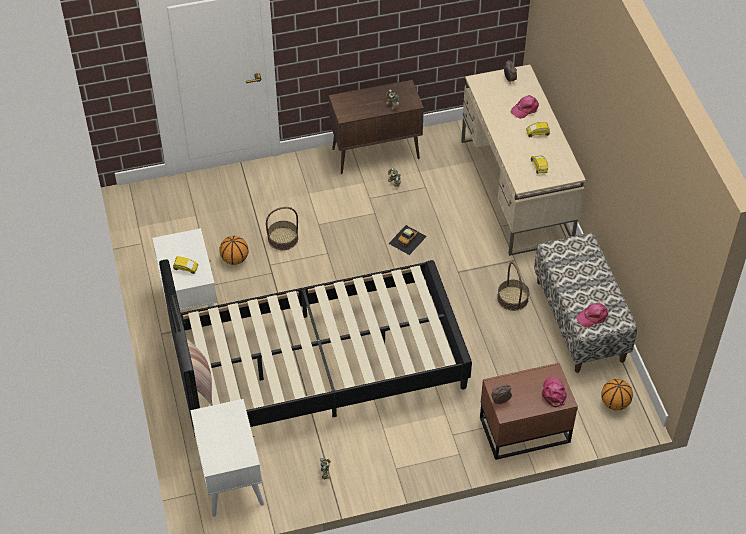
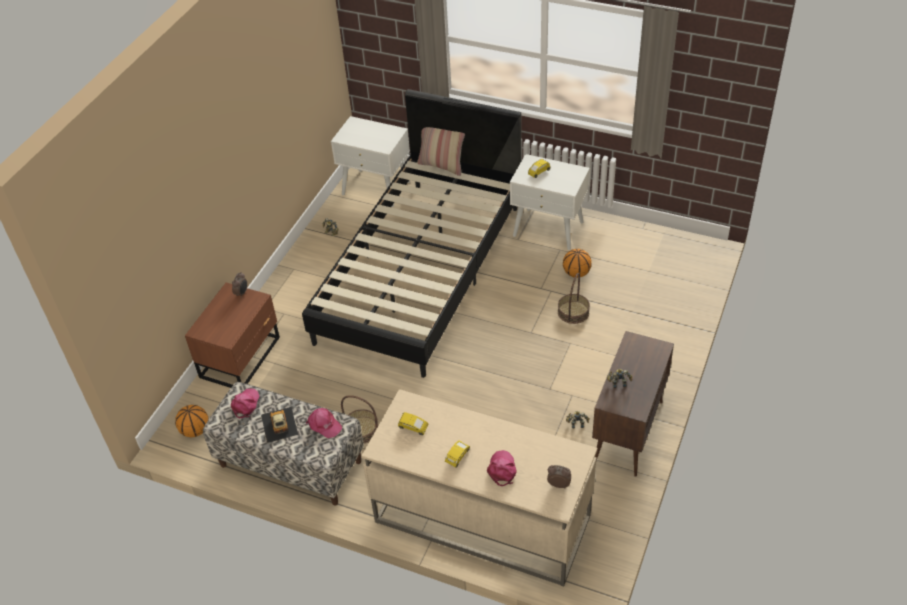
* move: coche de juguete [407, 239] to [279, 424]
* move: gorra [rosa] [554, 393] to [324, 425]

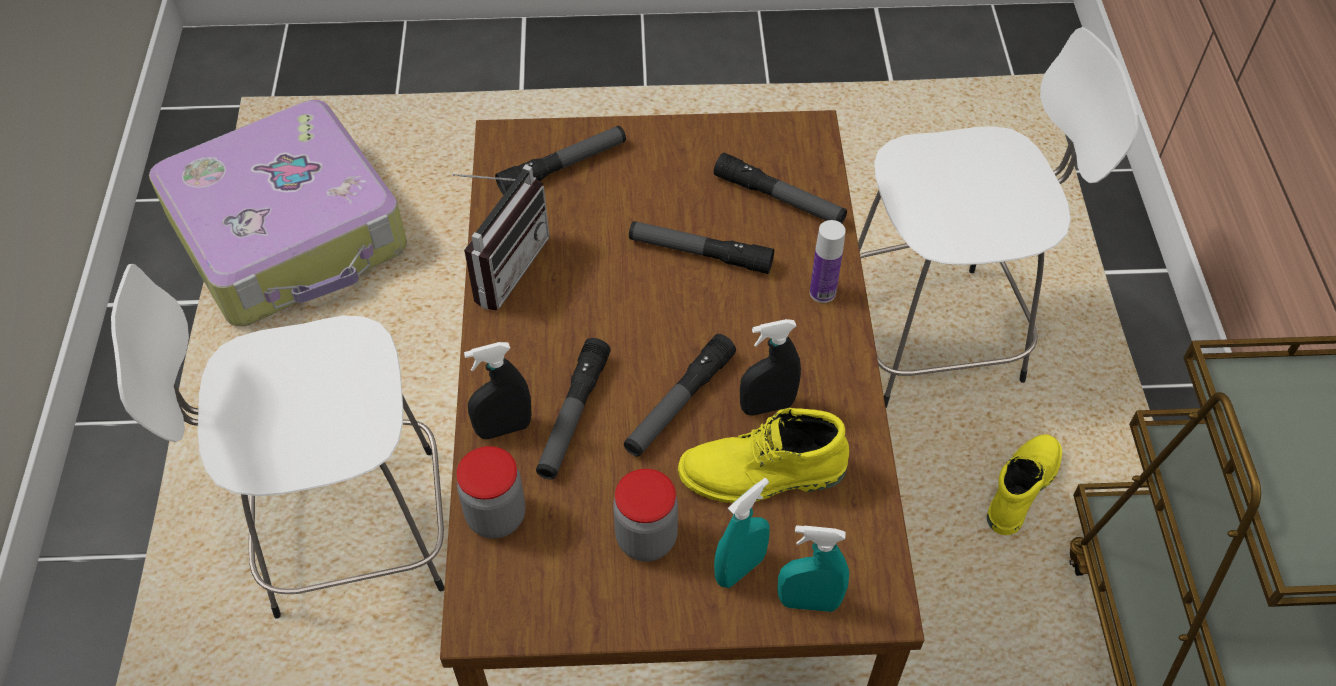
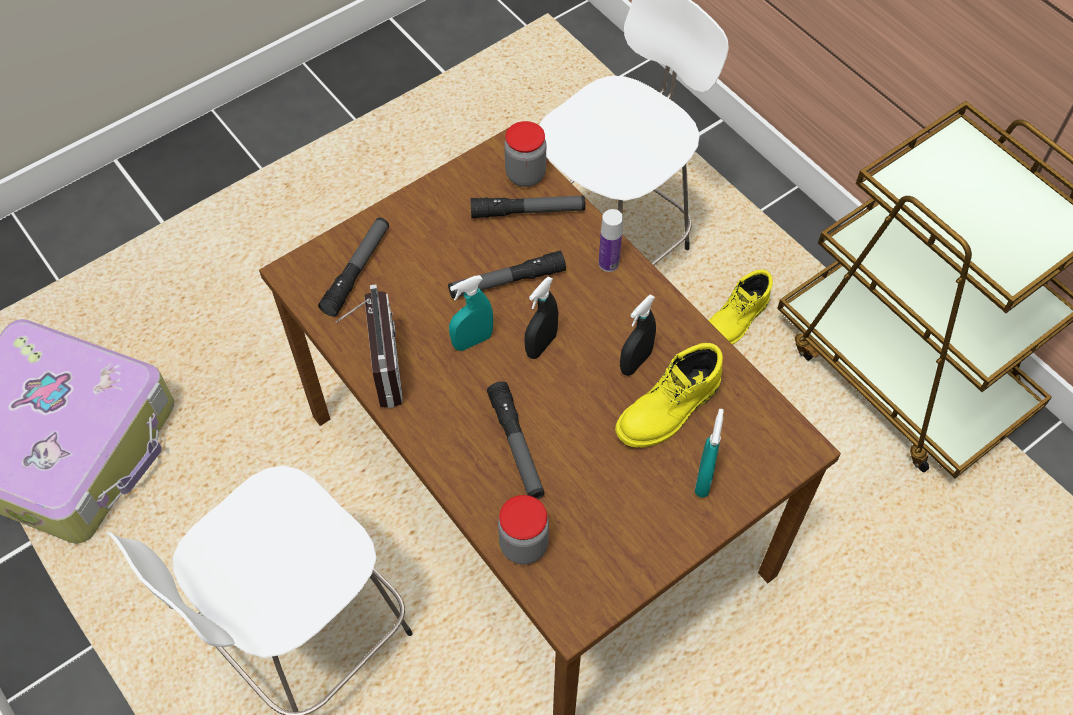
* move: pulverizador [negro] [504, 429] to [541, 345]
* move: tarro [646, 538] to [525, 175]
* delete: linterna [679, 403]
* move: pulverizador [turquesa] [808, 602] to [472, 341]
* rotate: bota [amarillo] [1020, 487] = [735, 322] 135 degrees counterclockwise

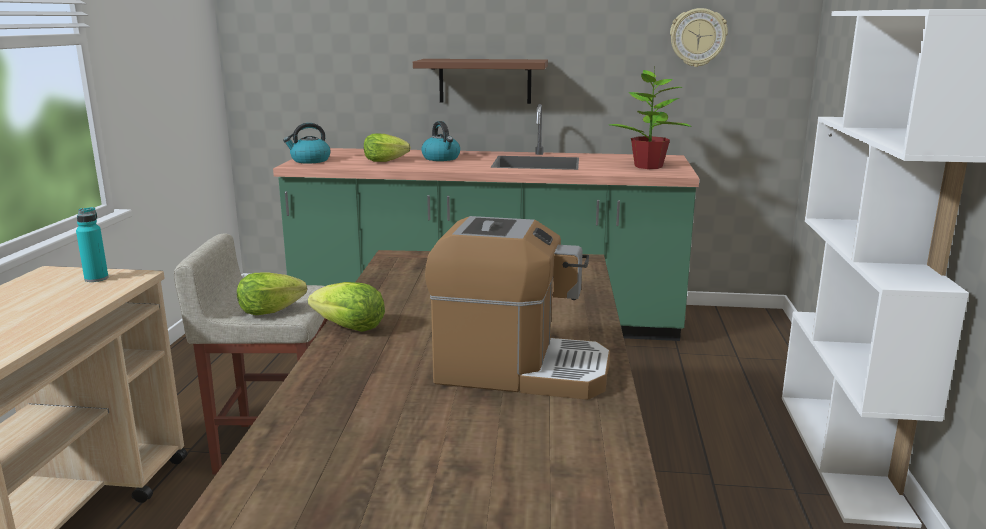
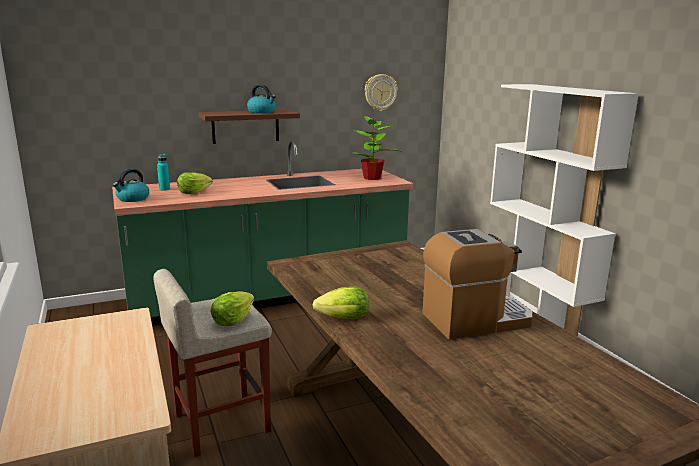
* move: botella [turquesa] [96, 278] to [164, 189]
* move: hervidor [441, 158] to [262, 112]

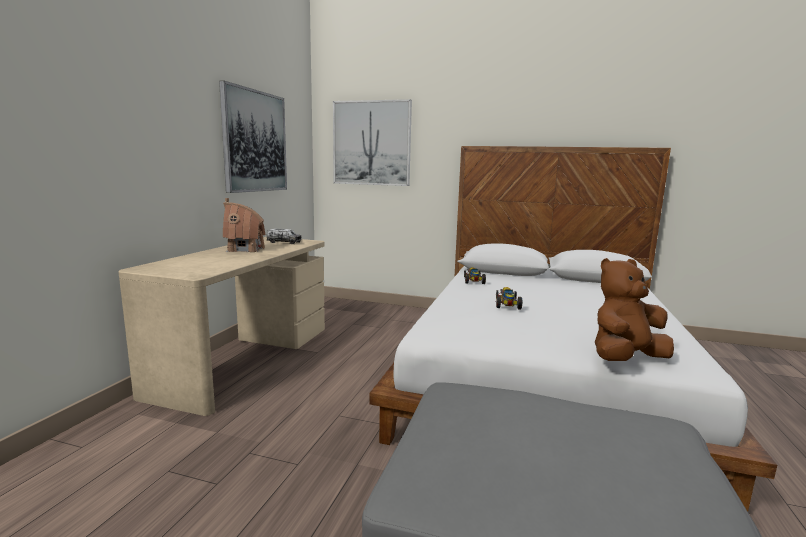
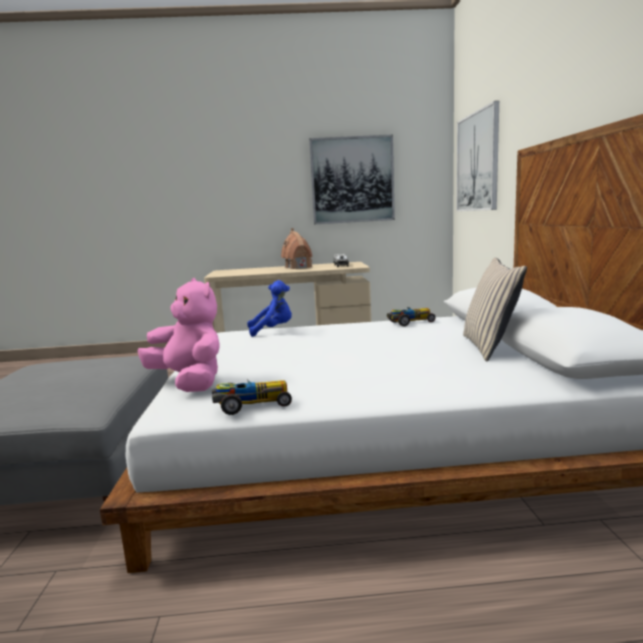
* move: coche de juguete [507, 304] to [251, 405]
* recolor: peluche [marrón] [625, 359] to peluche [rosa] [189, 382]
* insert: peluche [azul] [273, 330]
* insert: cojín [beis] [490, 347]

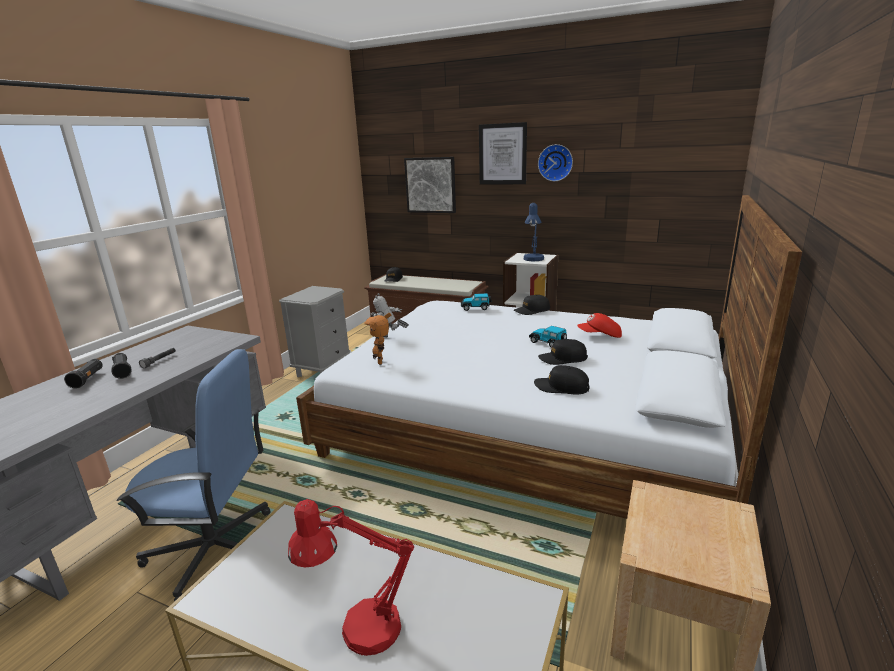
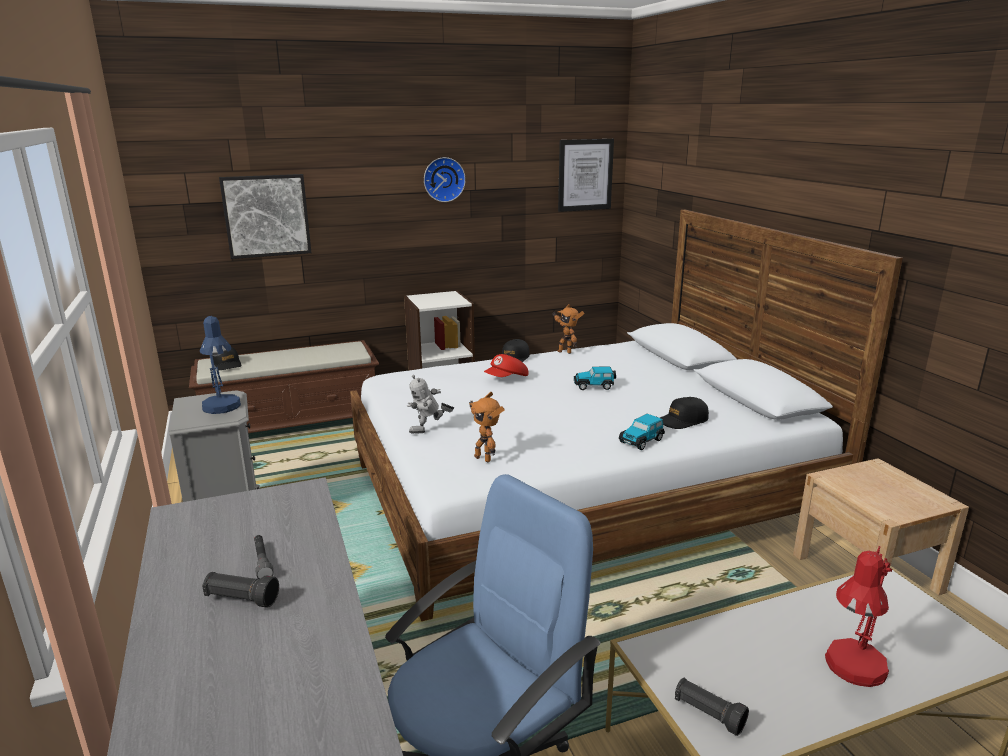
* move: linterna [negro] [88, 379] to [708, 714]
* move: coche de juguete [476, 308] to [641, 441]
* move: cuadro [502, 154] to [585, 175]
* move: lámpara de mesa [azul] [533, 260] to [223, 409]
* delete: gorra [negro] [562, 359]
* move: gorra [rojo] [600, 336] to [507, 379]
* insert: robot de juguete [565, 351]

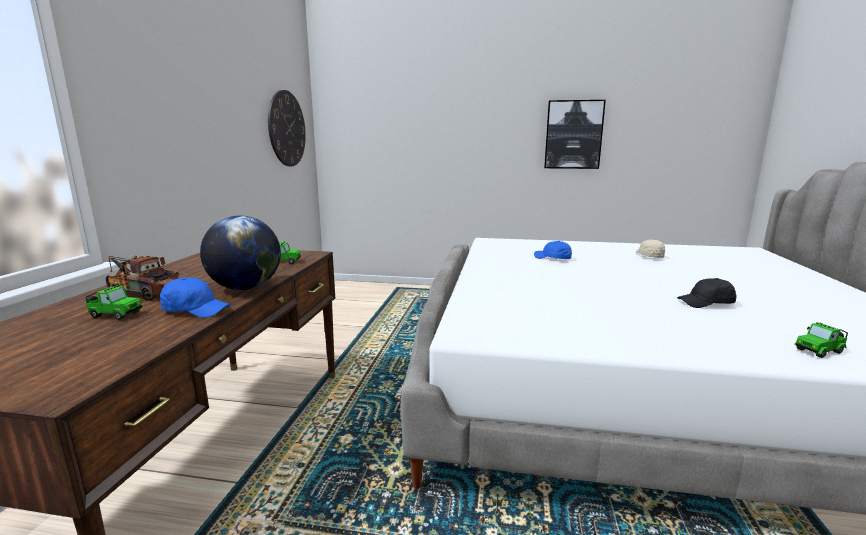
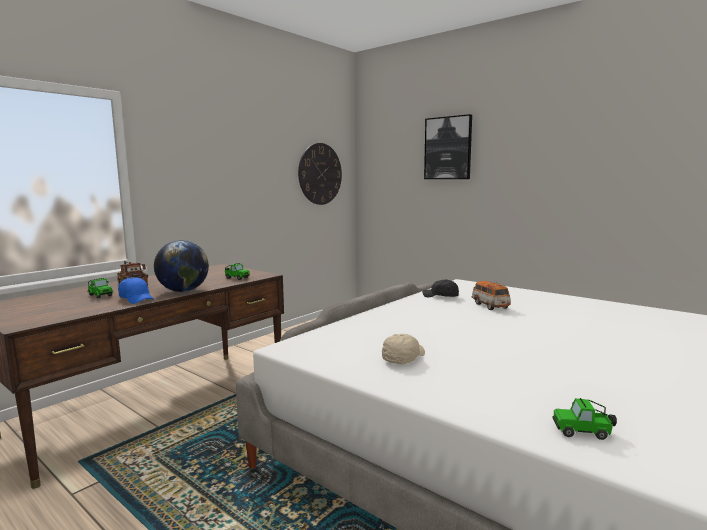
* replace: gorra [azul] [552, 258] to coche de juguete [490, 306]
* move: cuadro [573, 135] to [448, 148]
* move: gorra [beis] [649, 256] to [403, 358]
* move: gorra [negro] [706, 303] to [441, 296]

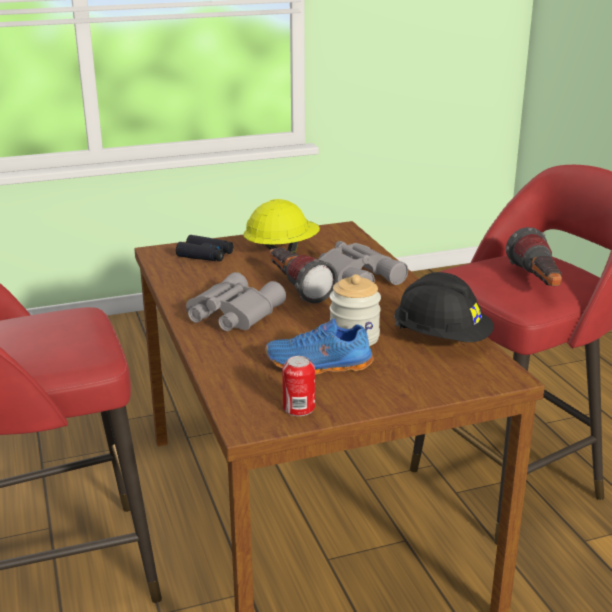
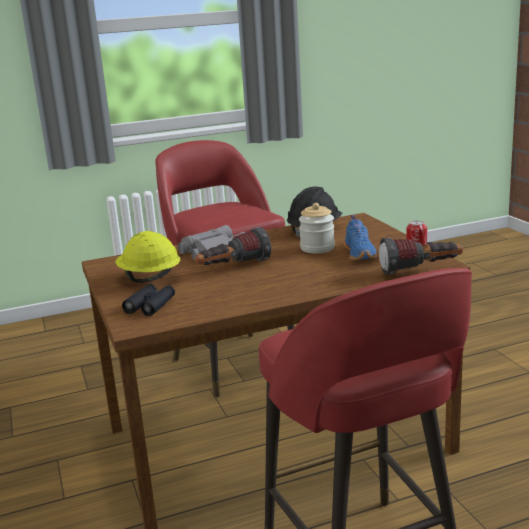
* delete: prismáticos [gris] [232, 314]
* move: linterna [537, 283] to [420, 271]

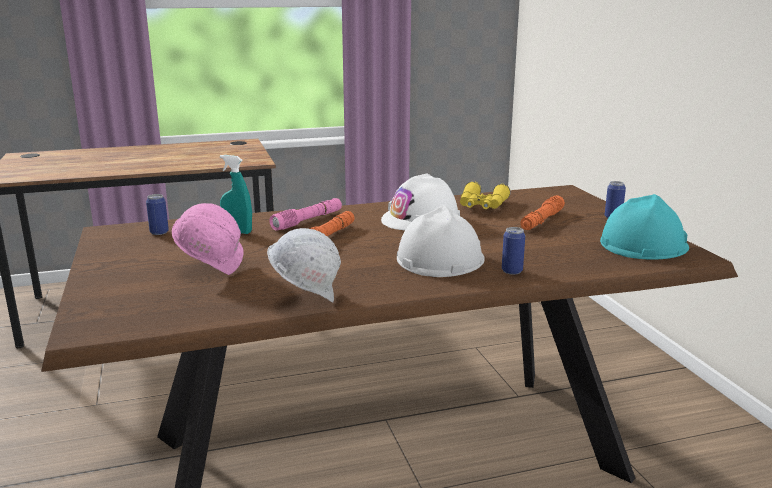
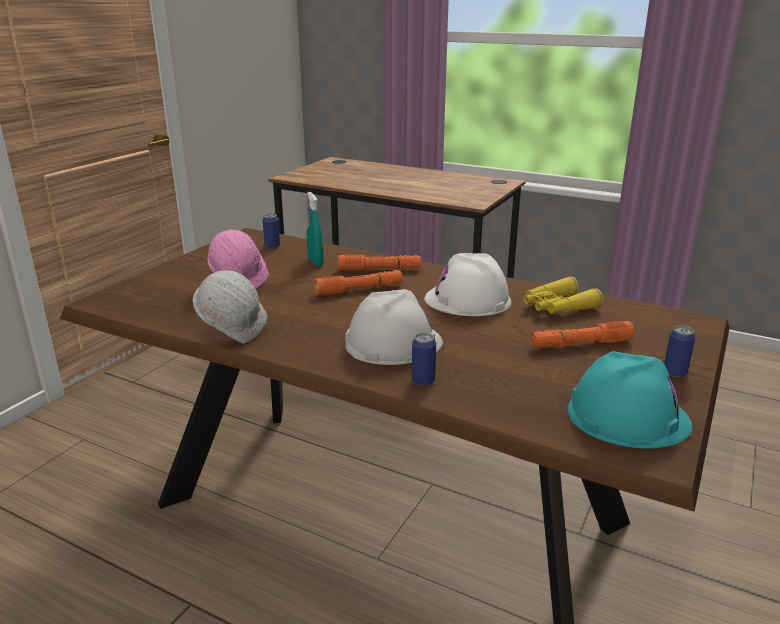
* recolor: linterna [rosa] [308, 221] to linterna [naranja] [379, 269]

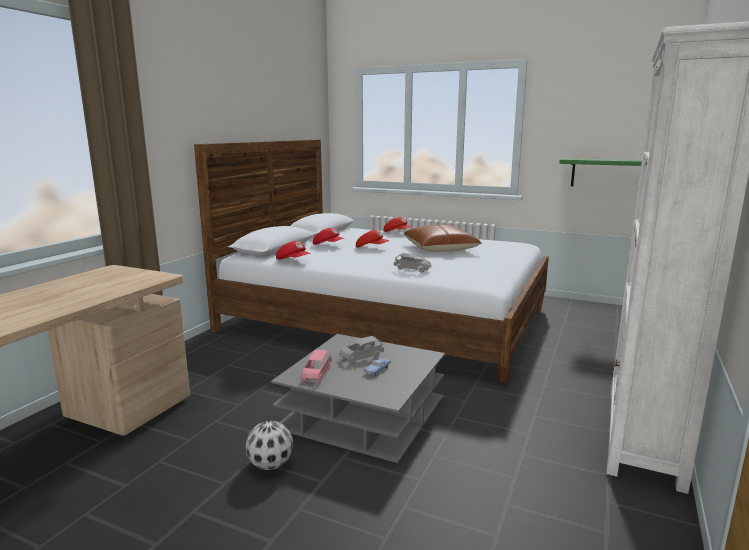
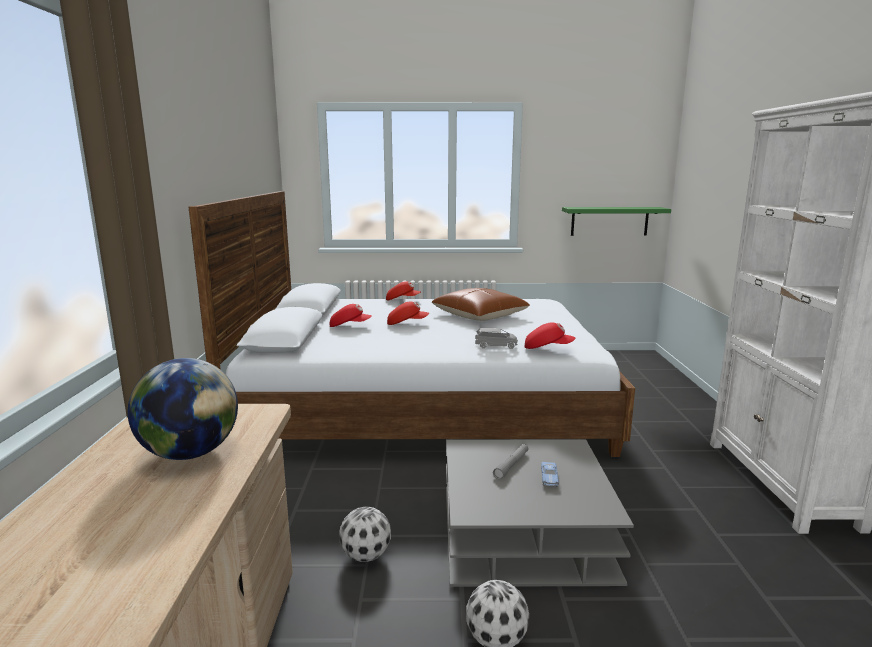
* move: gorra [rojo] [293, 261] to [548, 348]
* delete: coche de juguete [rosa] [316, 374]
* replace: coche de juguete [gris] [361, 357] to linterna [gris] [511, 465]
* insert: globo terráqueo [190, 453]
* insert: balón de fútbol [365, 555]

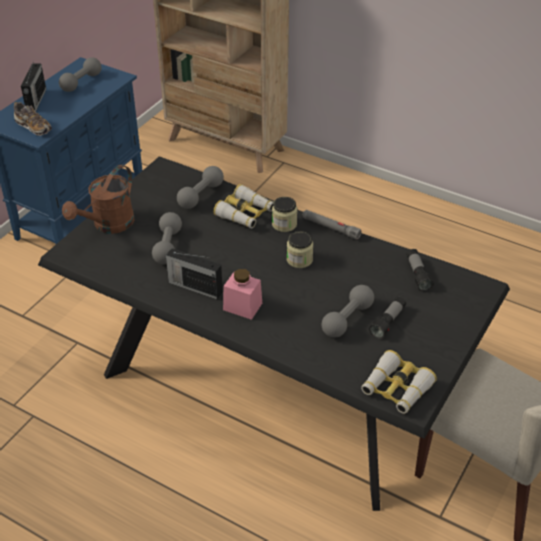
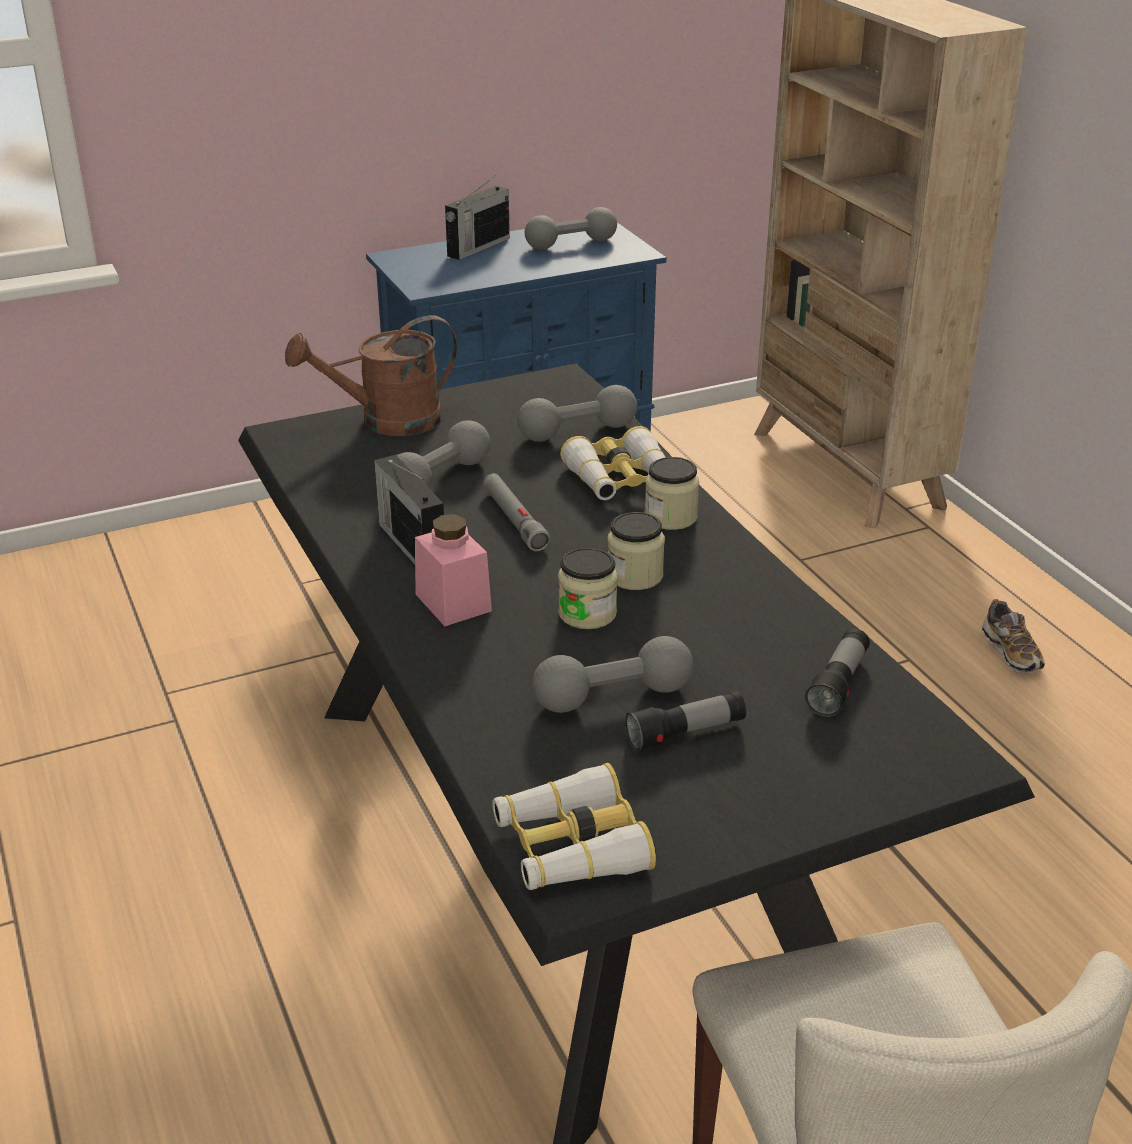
* move: zapato [33, 127] to [1011, 652]
* move: linterna [gris] [330, 228] to [514, 519]
* insert: tarro [587, 613]

